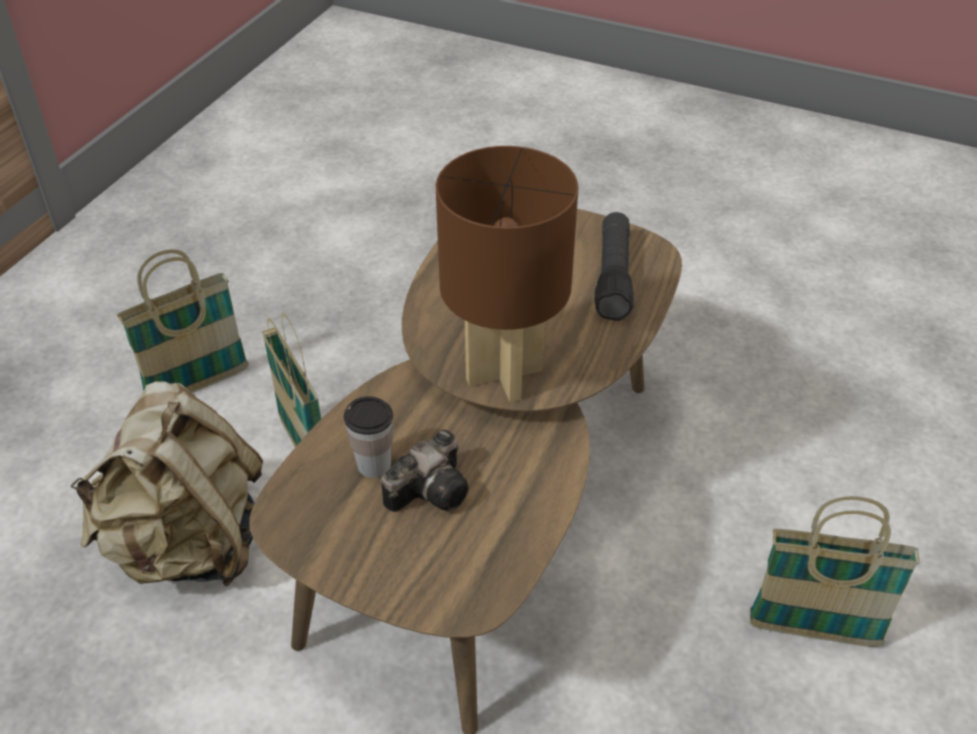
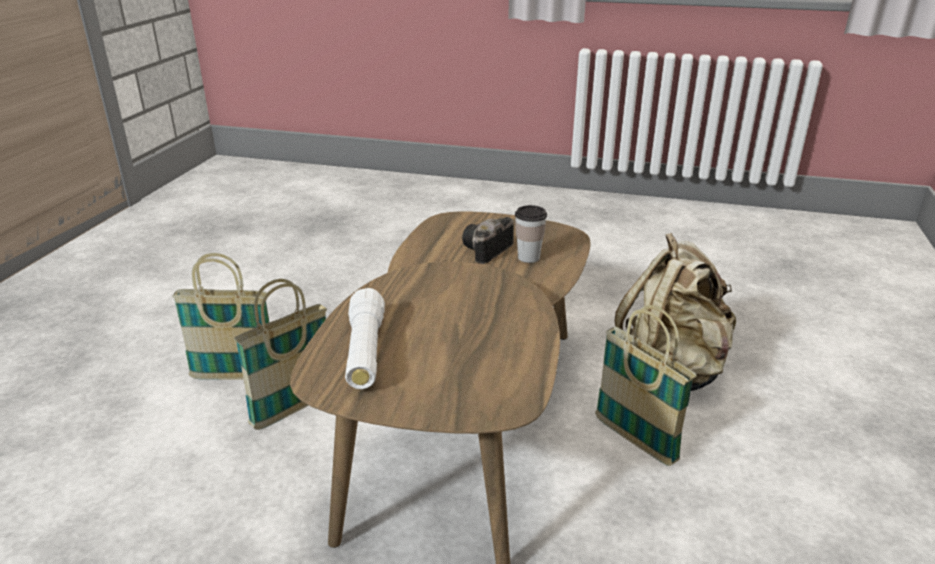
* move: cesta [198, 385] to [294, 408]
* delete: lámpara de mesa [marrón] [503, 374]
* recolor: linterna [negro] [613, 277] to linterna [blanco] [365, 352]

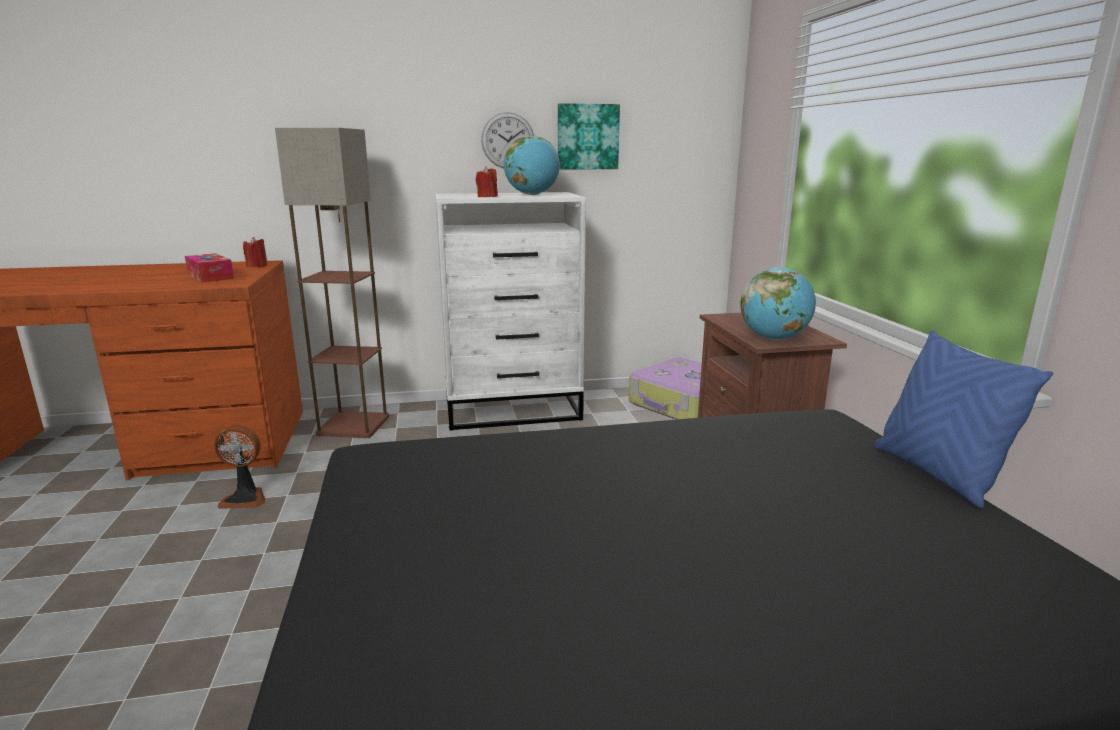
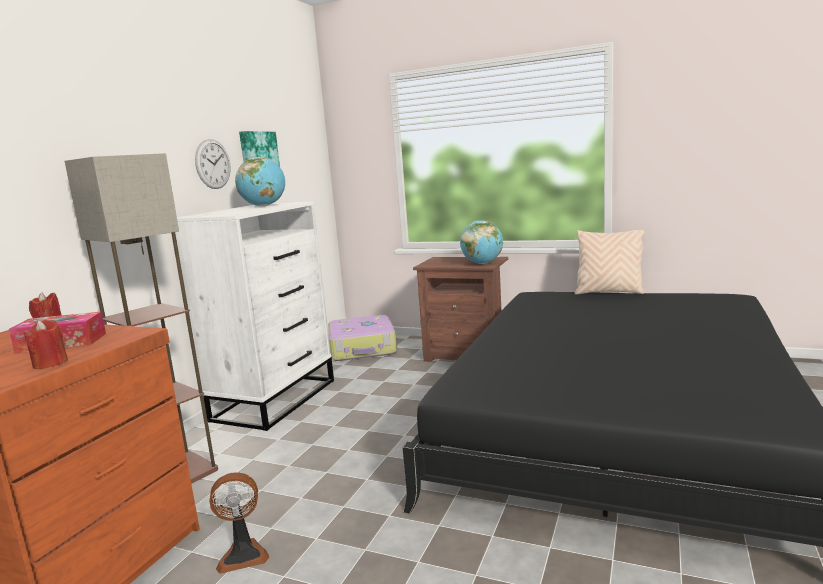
* rotate: ventilador [245, 498] = [243, 555] 45 degrees clockwise
* move: vela [rojo] [487, 197] to [50, 363]
* recolor: cojín [azul] [936, 474] to cojín [beis] [608, 292]

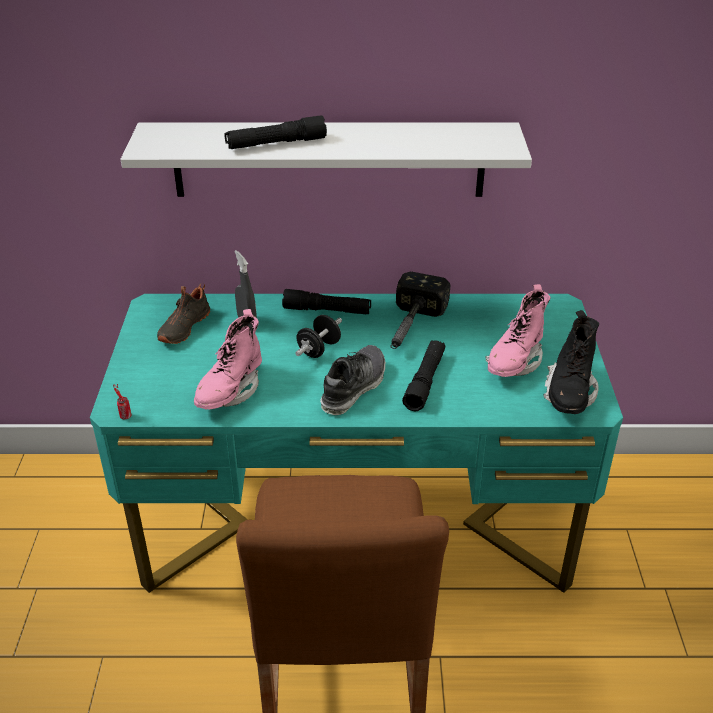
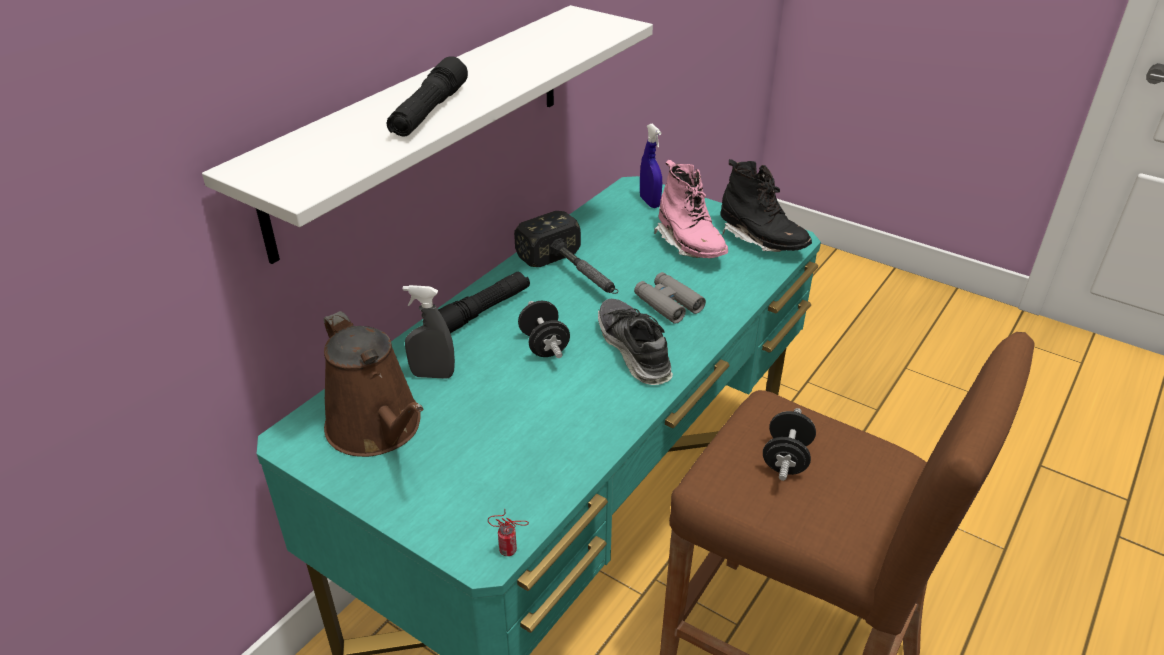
* replace: zapato [negro] [183, 327] to regadera [marrón] [378, 429]
* delete: bota [rosa] [230, 391]
* replace: linterna [negro] [425, 381] to prismáticos [gris] [668, 304]
* insert: pulverizador [azul] [649, 202]
* insert: mancuerna [negro] [786, 459]

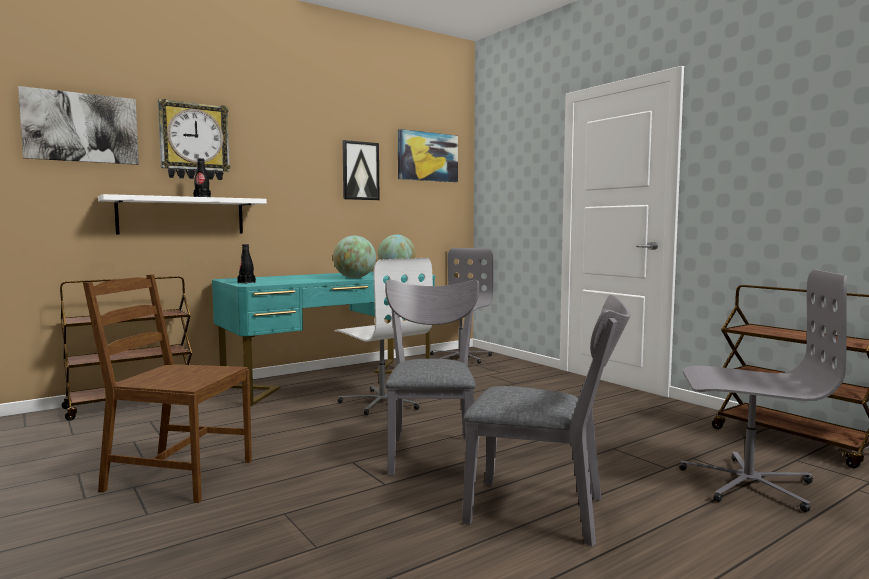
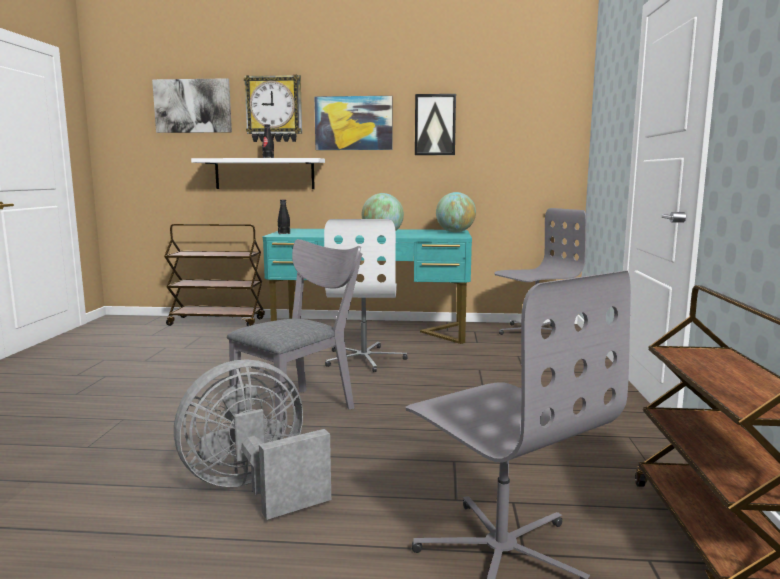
* delete: silla [marrón] [177, 476]
* move: cuadro [427, 156] to [353, 123]
* replace: silla [gris] [547, 512] to ventilador [gris] [254, 488]

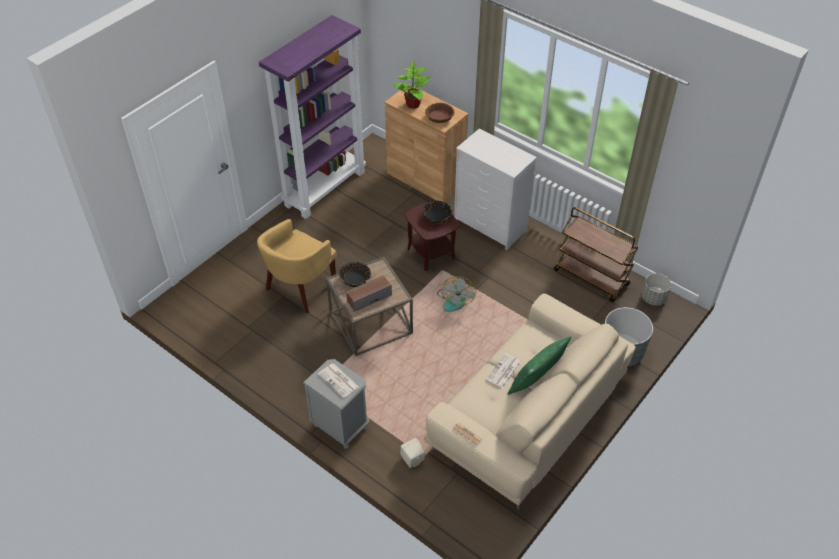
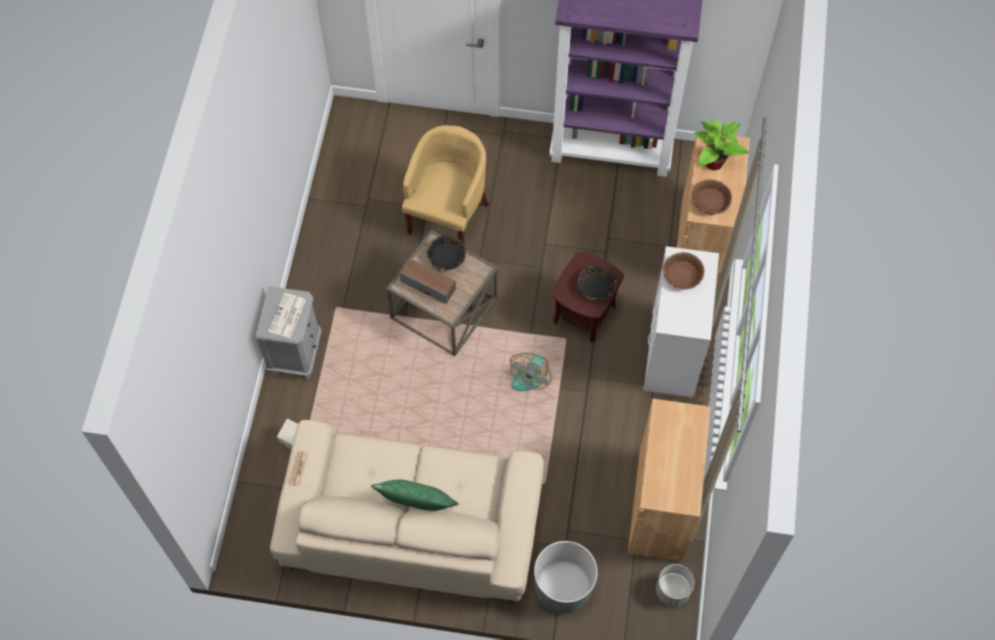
* rotate: sillón [amarillo] [300, 288] = [448, 215] 105 degrees clockwise
* rotate: ventilador [455, 299] = [530, 374] 45 degrees counterclockwise
* delete: periódico [503, 371]
* replace: carrito [marrón] [592, 278] to armario [marrón] [660, 505]
* insert: cuenco [marrón] [682, 275]

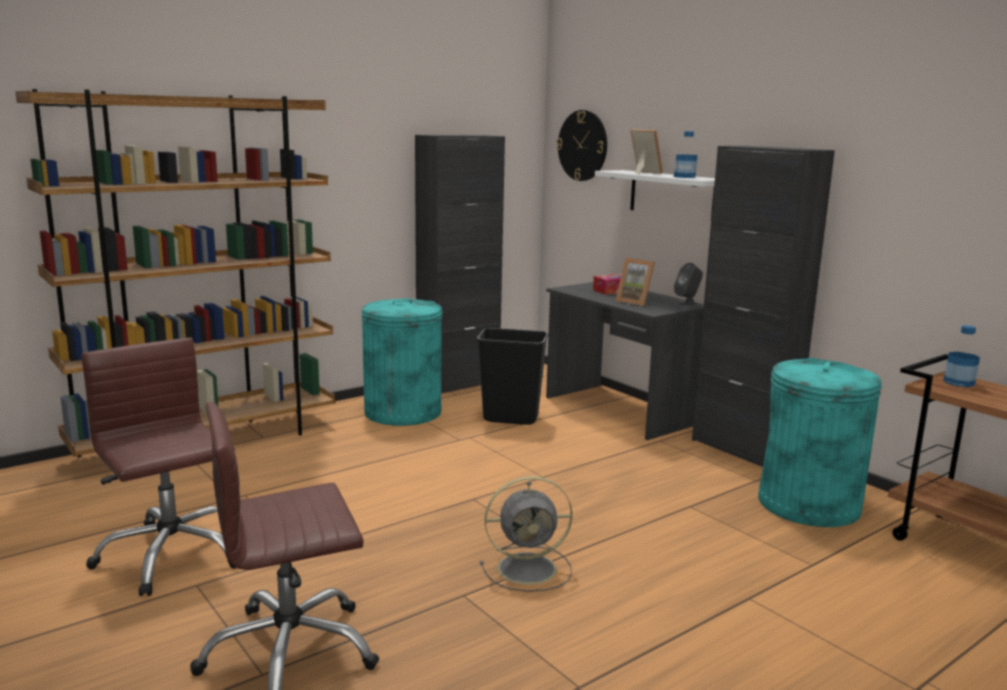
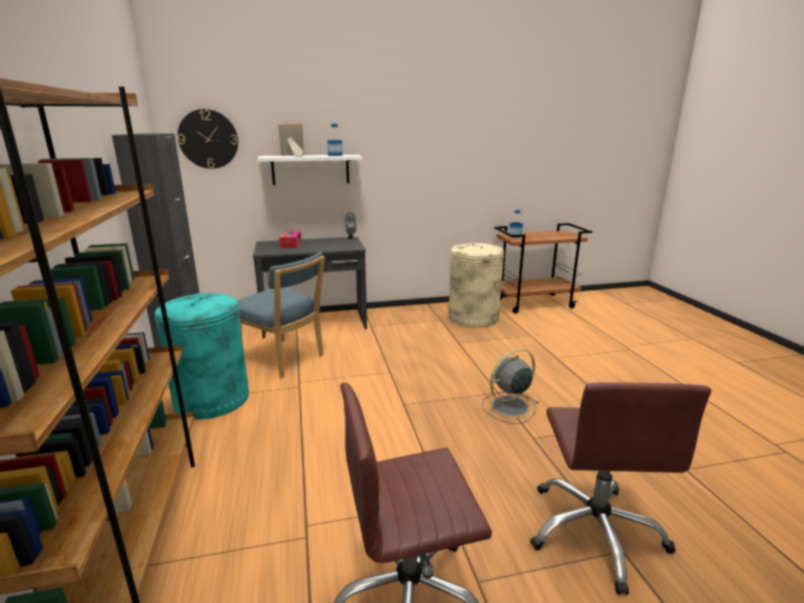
* replace: papelera [negro] [510, 419] to silla [azul] [284, 359]
* rotate: ventilador [gris] [529, 568] = [508, 407] 135 degrees counterclockwise
* delete: portarretratos [635, 302]
* delete: armario [negro] [742, 450]
* recolor: papelera [turquesa] [808, 504] to papelera [beis] [473, 317]

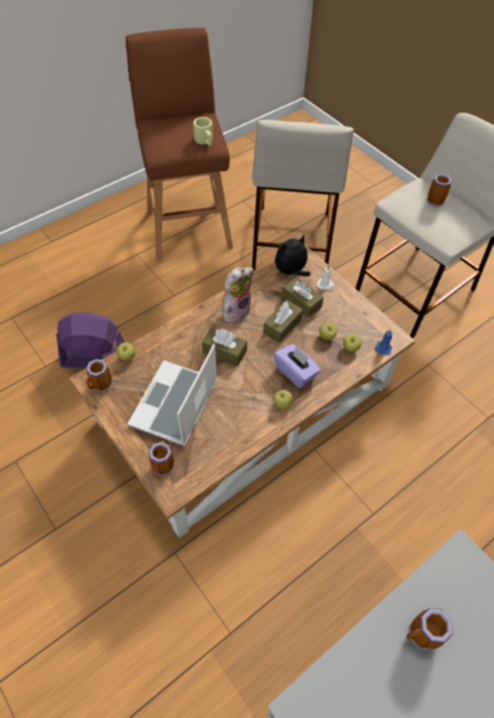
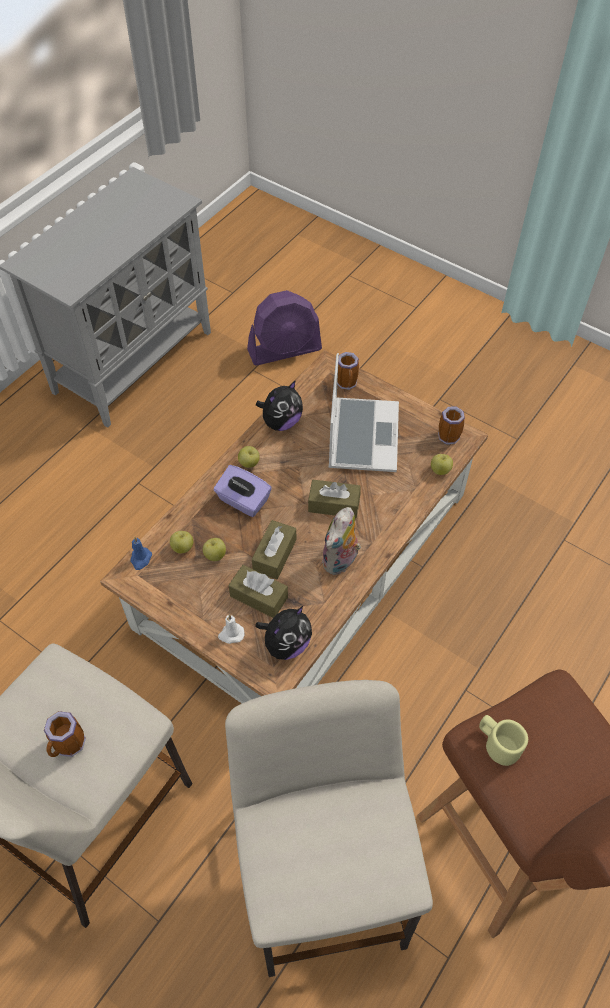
* move: ventilador [morado] [94, 358] to [285, 350]
* delete: taza grande [421, 636]
* insert: peluche [281, 422]

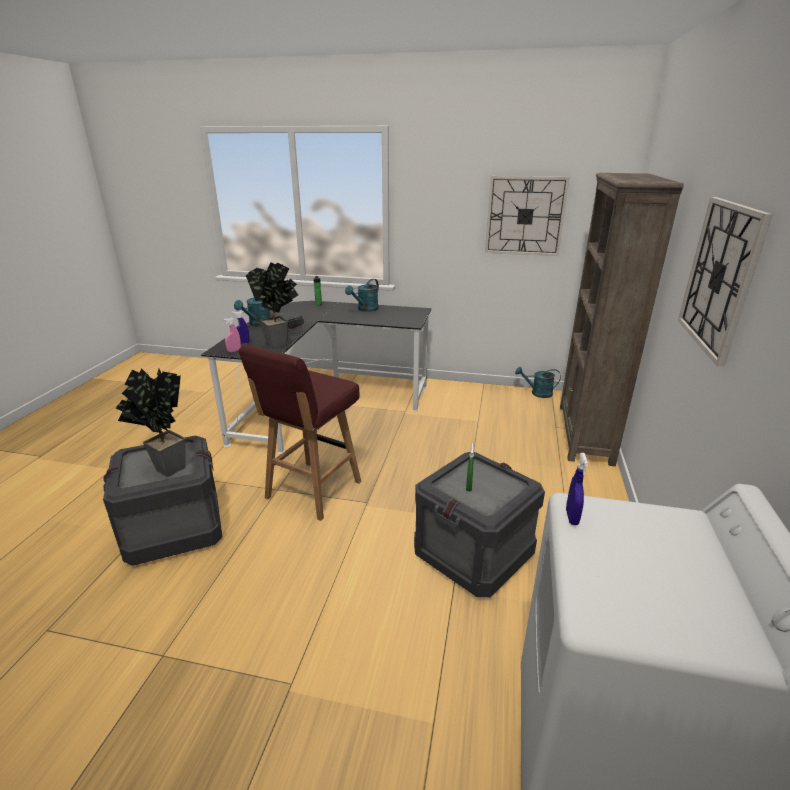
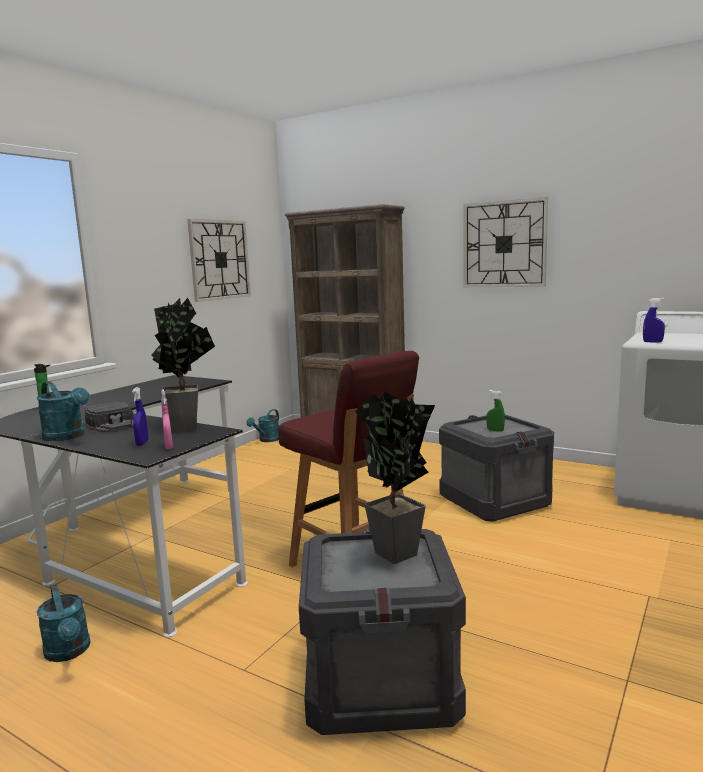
* move: regadera [turquesa] [365, 309] to [69, 652]

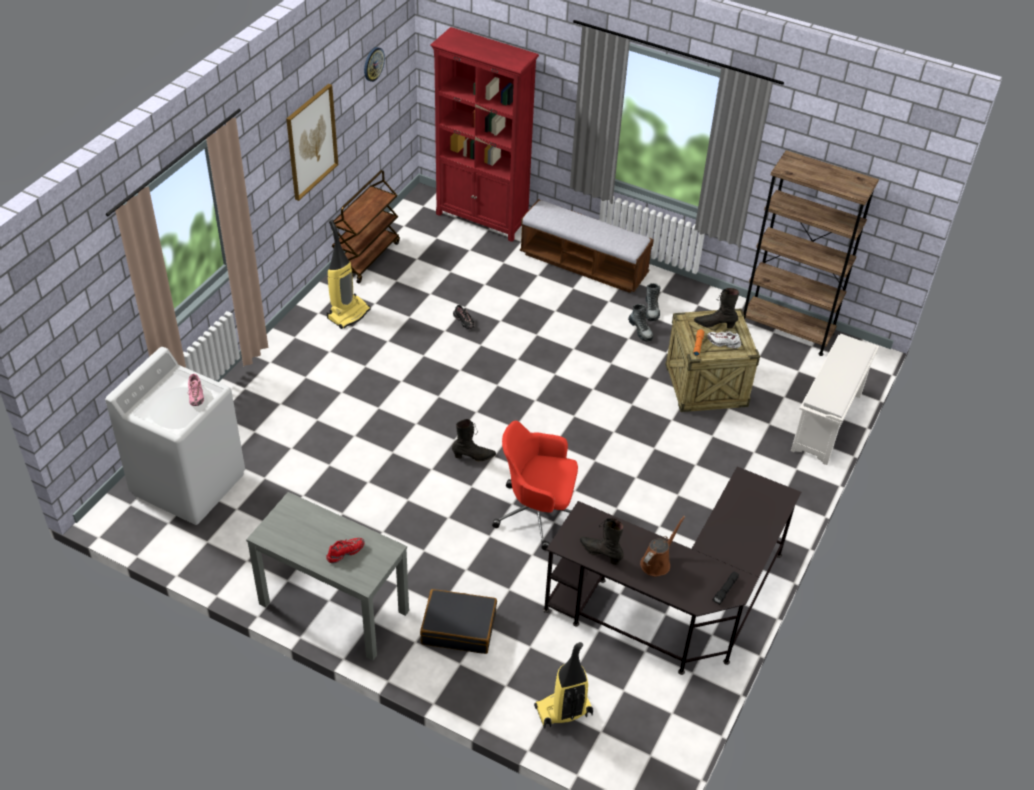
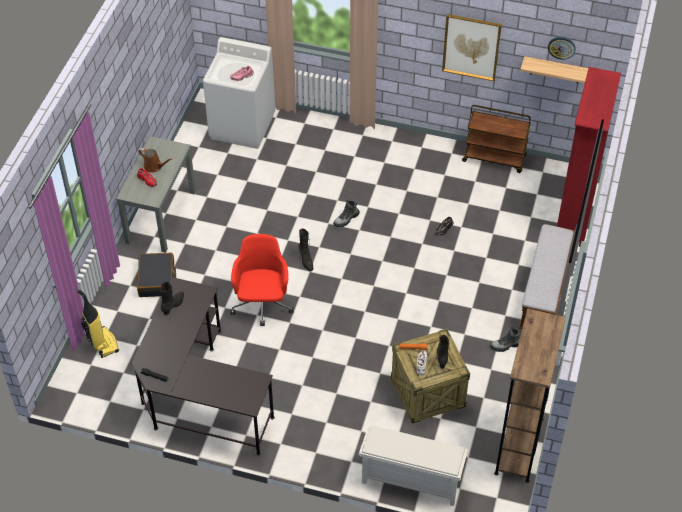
* delete: aspiradora [348, 314]
* move: bota [640, 330] to [346, 219]
* move: regadera [marrón] [657, 562] to [154, 166]
* insert: estante [555, 70]

